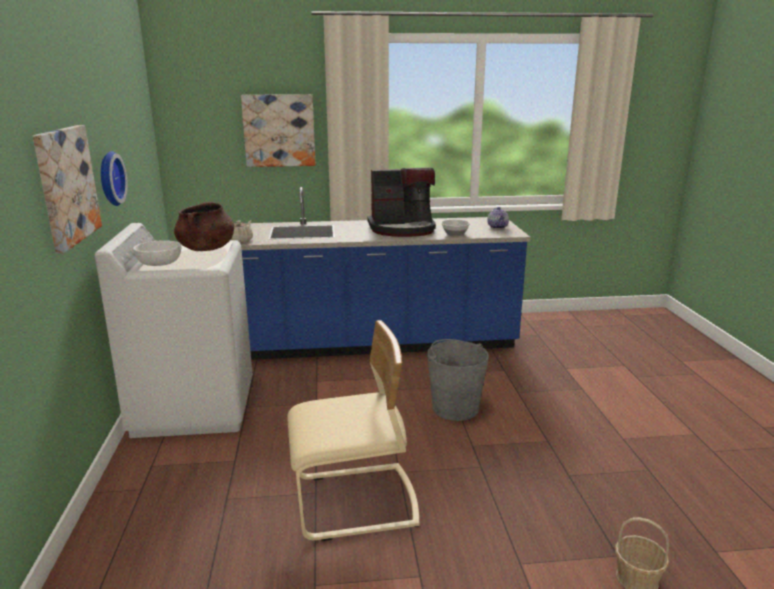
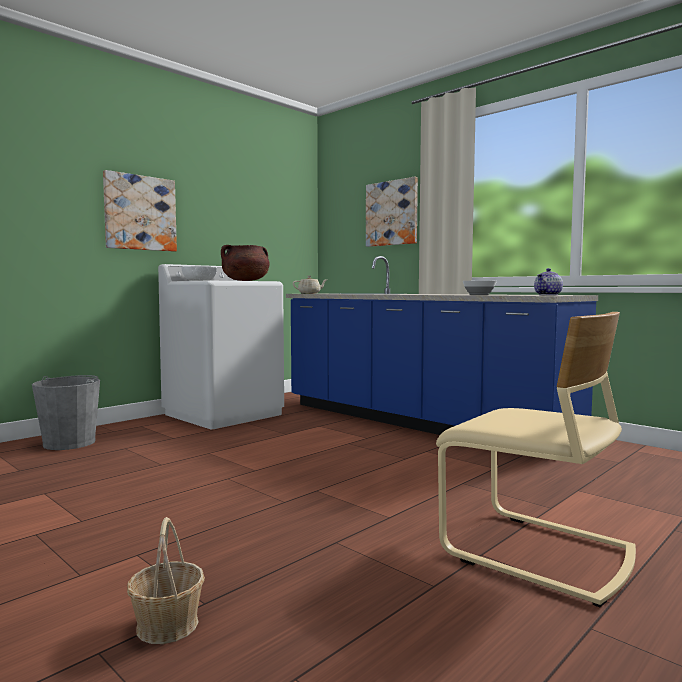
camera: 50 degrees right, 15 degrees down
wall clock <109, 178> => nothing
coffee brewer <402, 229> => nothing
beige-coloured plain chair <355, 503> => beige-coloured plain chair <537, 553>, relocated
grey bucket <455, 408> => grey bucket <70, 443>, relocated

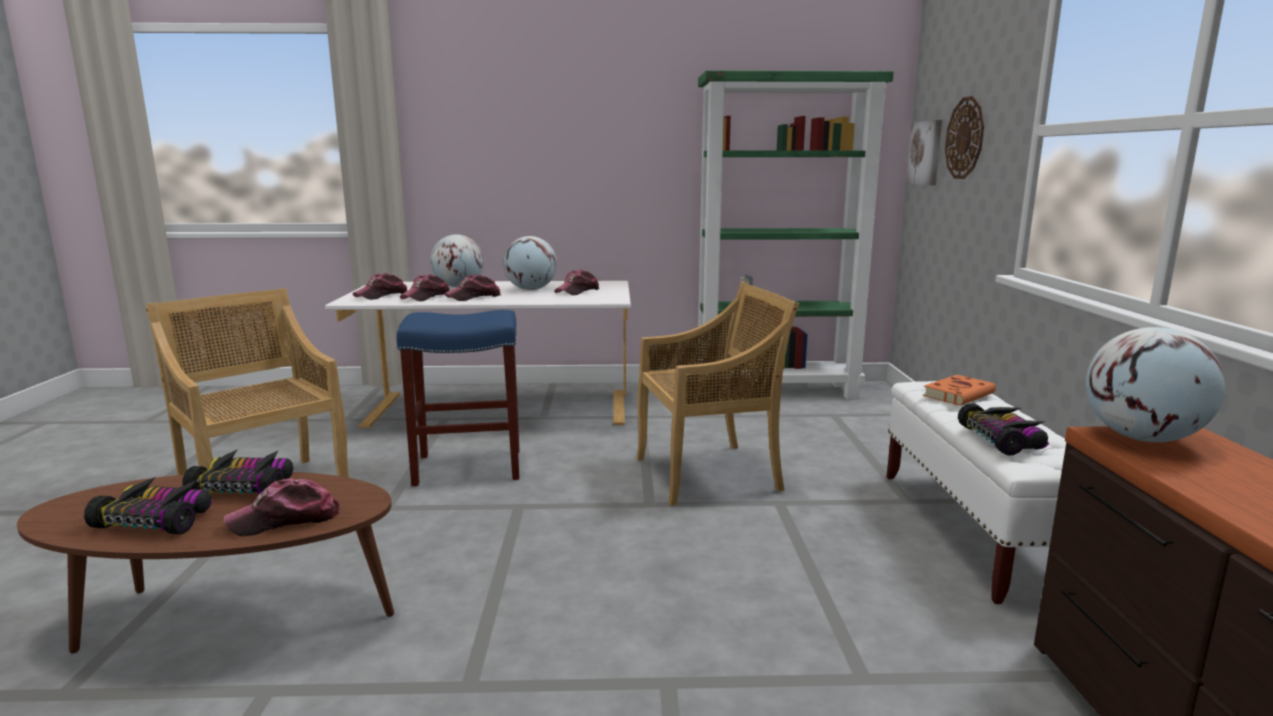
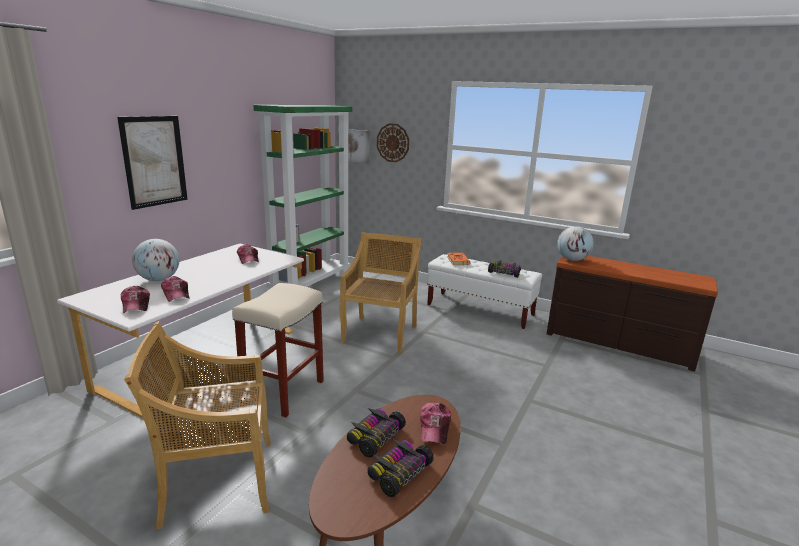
camera: 60 degrees left, 5 degrees up
world globe <531, 289> => nothing
cap <474, 297> => nothing
blue stool seat <466, 467> => beige-coloured stool seat <283, 392>
nothing => wall picture <154, 161>

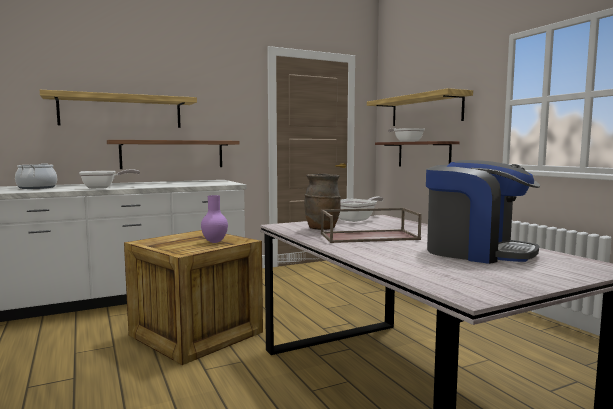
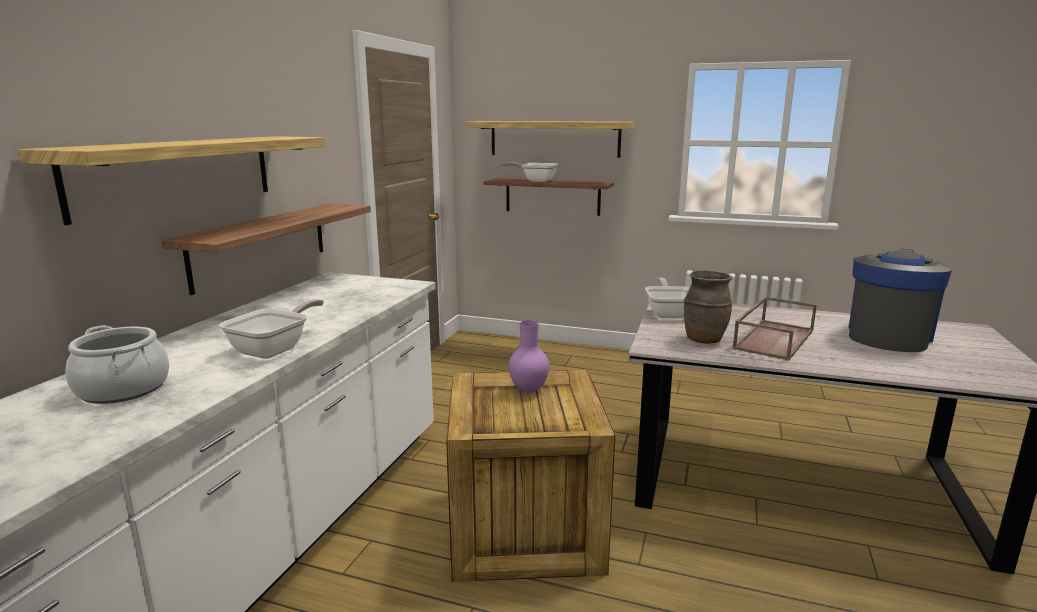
camera: 45 degrees left, 10 degrees up
coffee brewer <476, 252> => coffee brewer <888, 336>, 45 degrees counterclockwise

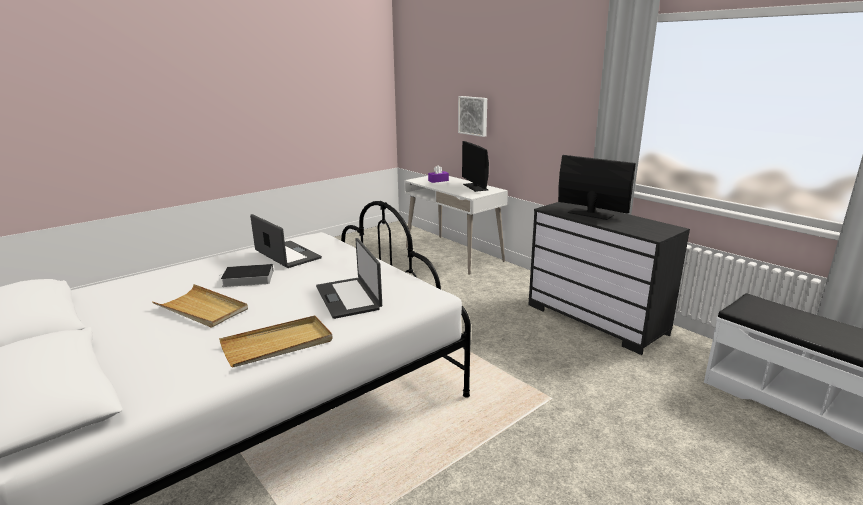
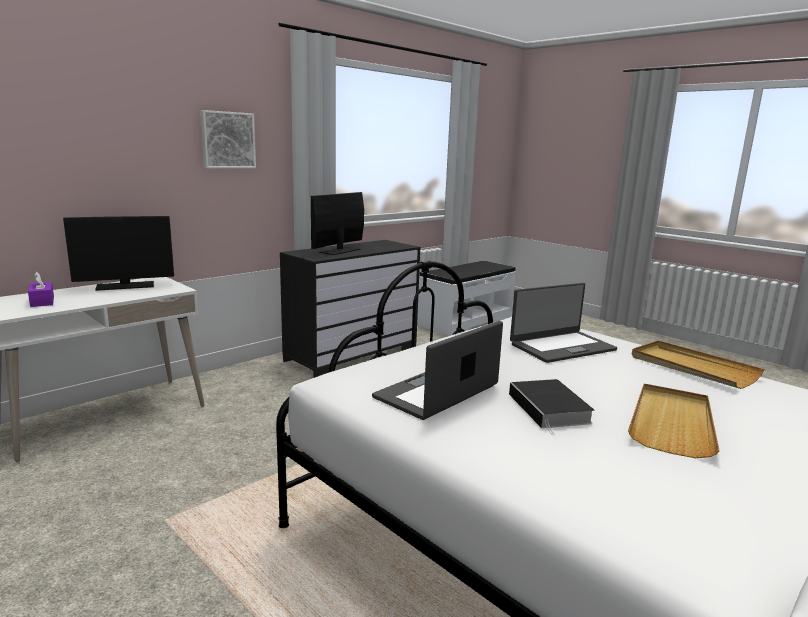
camera: 95 degrees left, 5 degrees down
wall picture <473, 115> => wall picture <227, 140>, relocated

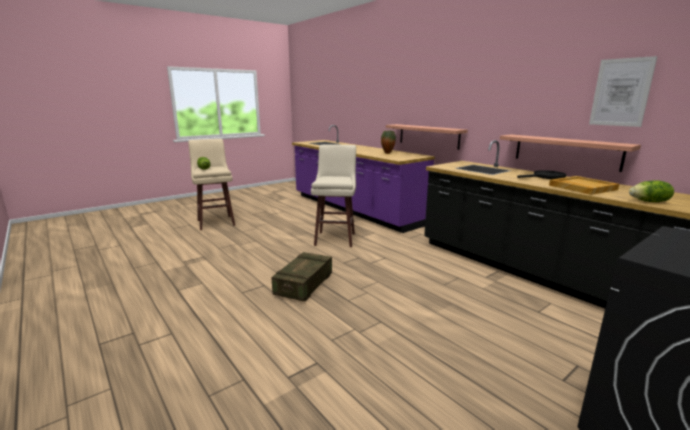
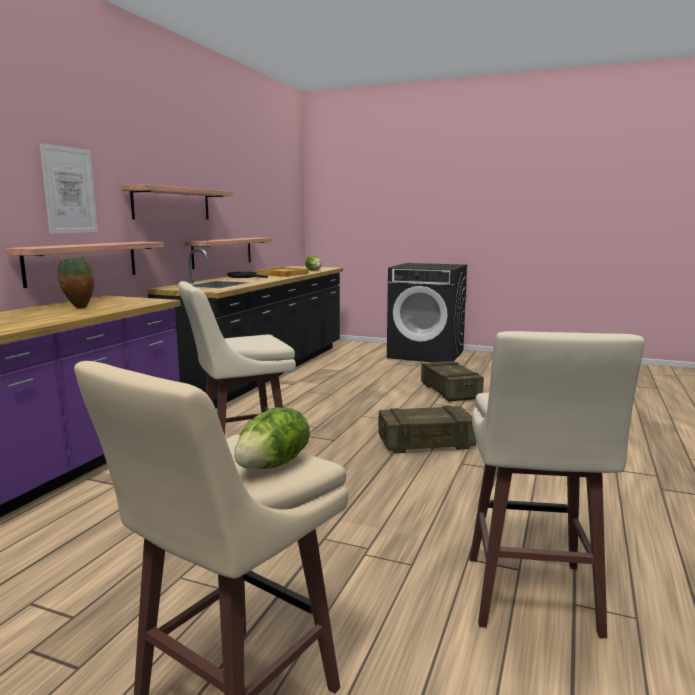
camera: 120 degrees left, 5 degrees down
wall picture <621, 92> => wall picture <69, 190>, relocated
nothing => shelf <172, 204>
nothing => beige-coloured stool seat <530, 597>
nothing => crate <450, 391>

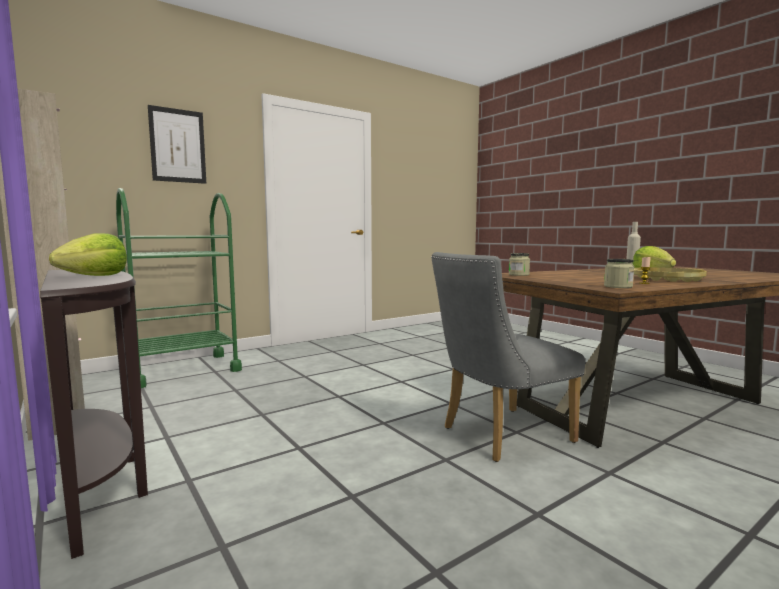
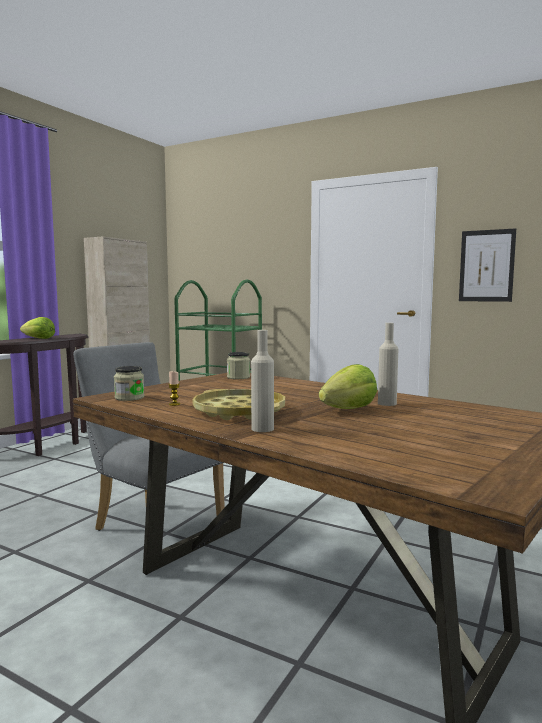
camera: 65 degrees right, 0 degrees up
wall picture <178, 146> => wall picture <486, 266>, relocated
nothing => beige-coloured bottle <262, 429>

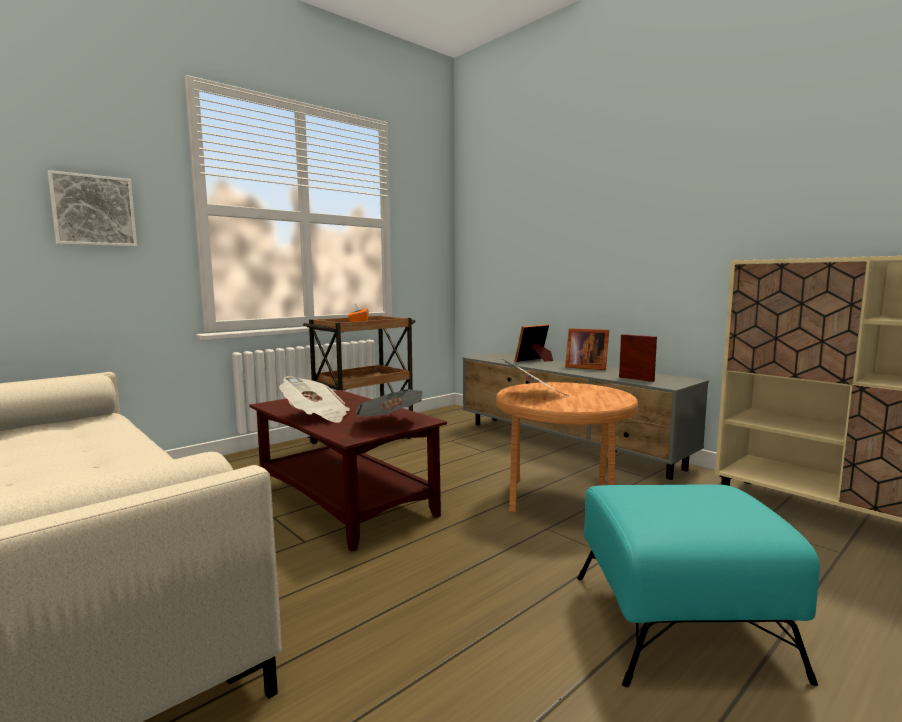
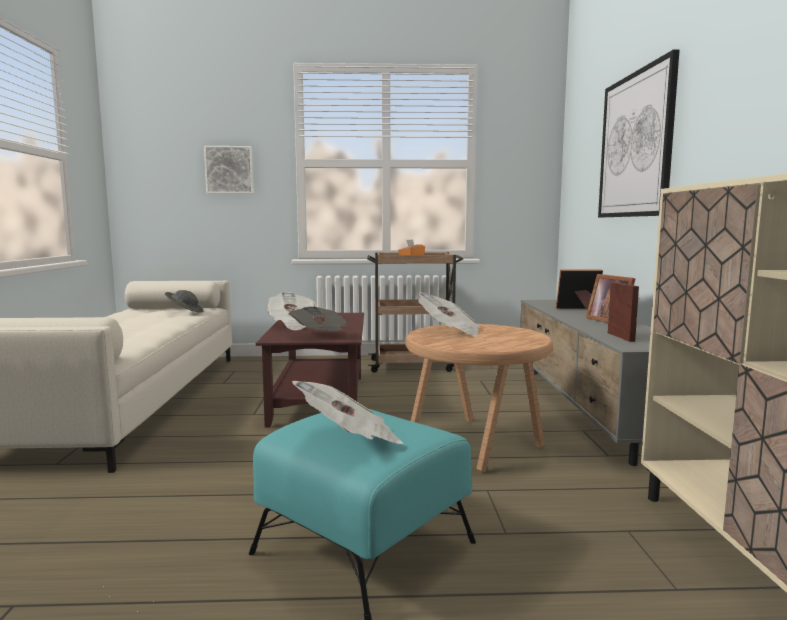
camera: 40 degrees right, 0 degrees up
nothing => wall picture <635, 145>
nothing => grey clothing hat <185, 312>
nothing => daily paper <349, 439>

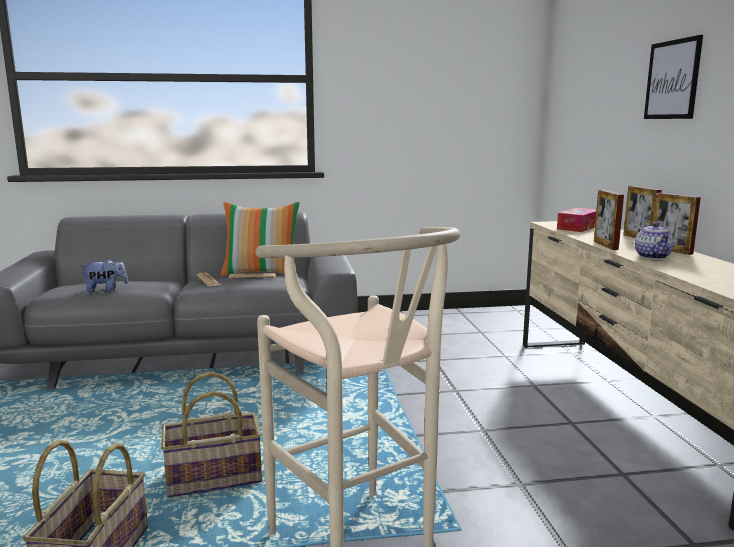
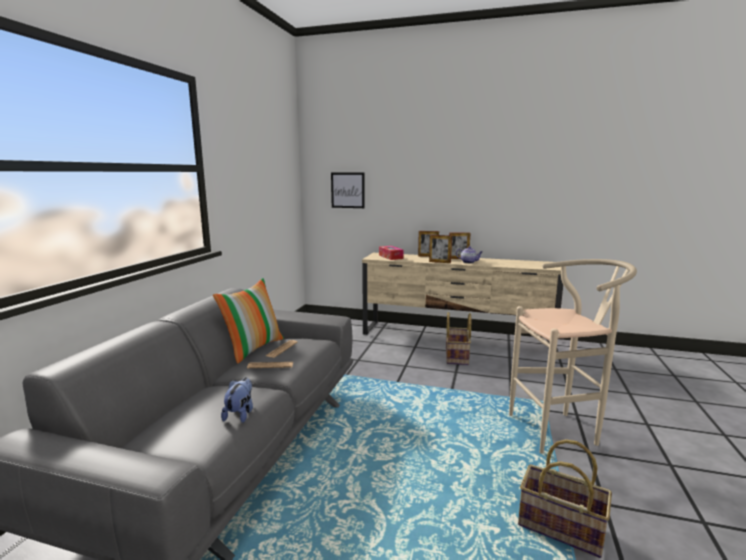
camera: 65 degrees left, 0 degrees up
wall picture <672, 80> => wall picture <348, 190>, relocated
storage basket <213, 479> => storage basket <457, 356>, relocated

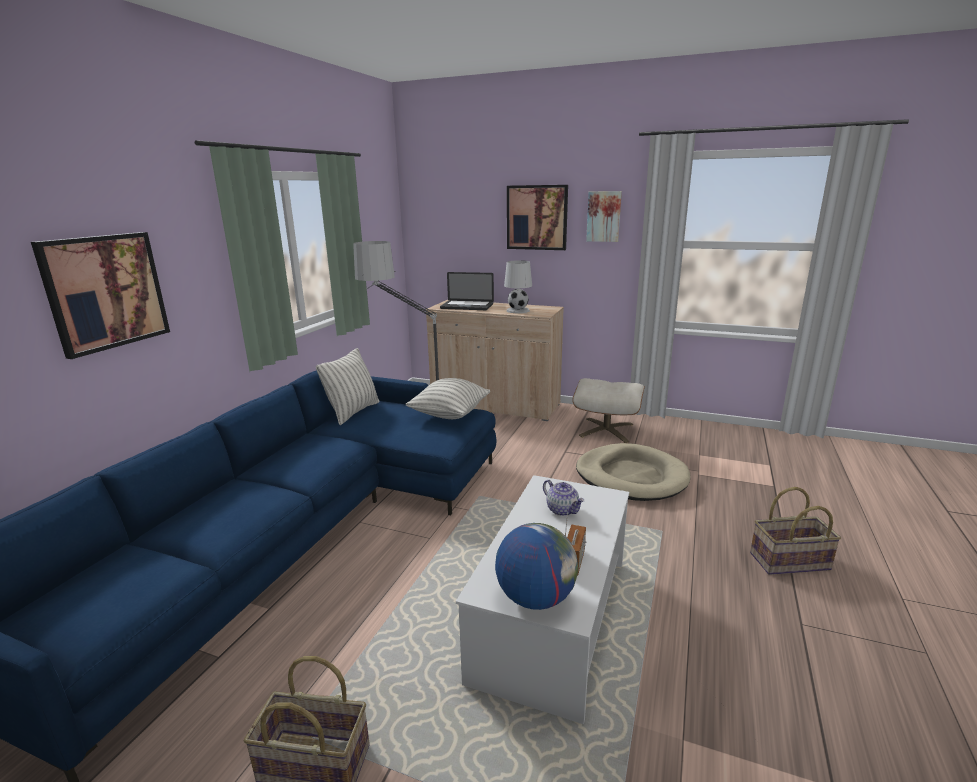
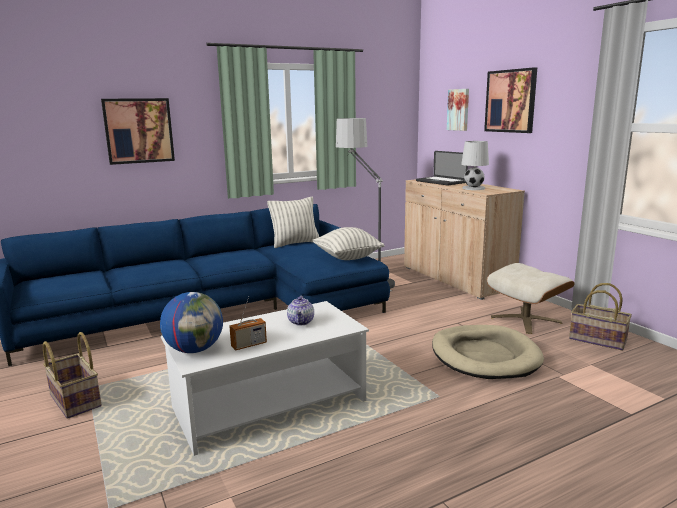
camera: 40 degrees right, 5 degrees down
wall picture <604, 216> => wall picture <459, 109>, relocated
storage basket <789, 562> => storage basket <597, 340>, relocated

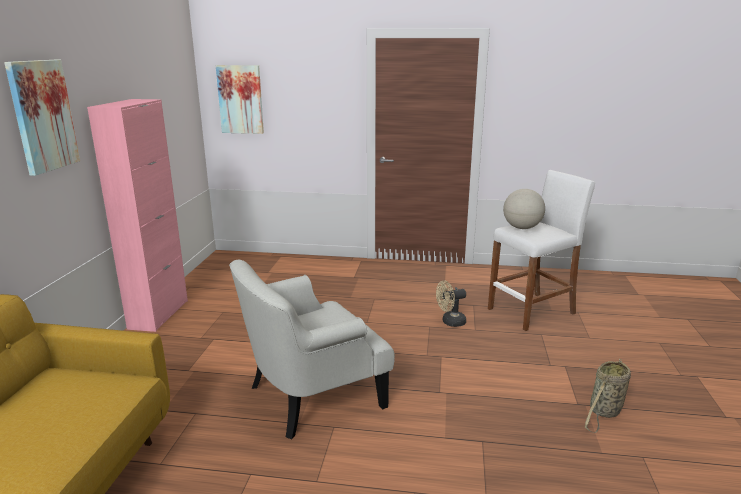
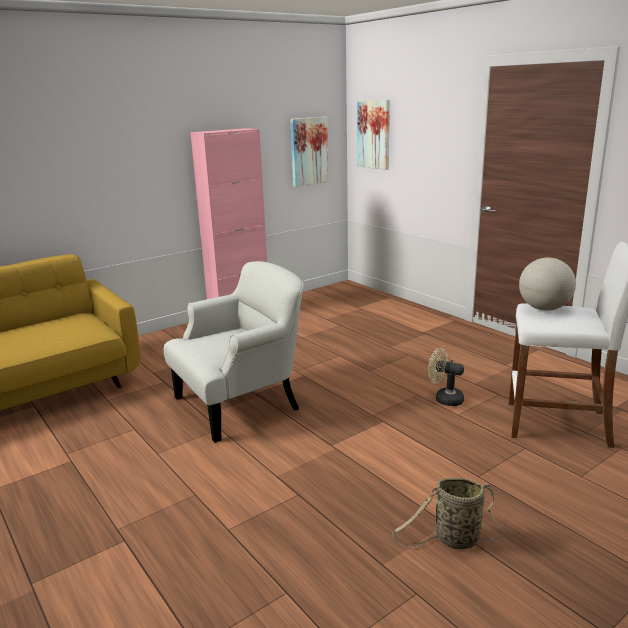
camera: 45 degrees right, 0 degrees up
wall picture <42, 116> => wall picture <308, 151>, relocated
white easy chair <312, 395> => white easy chair <241, 403>, 135 degrees clockwise

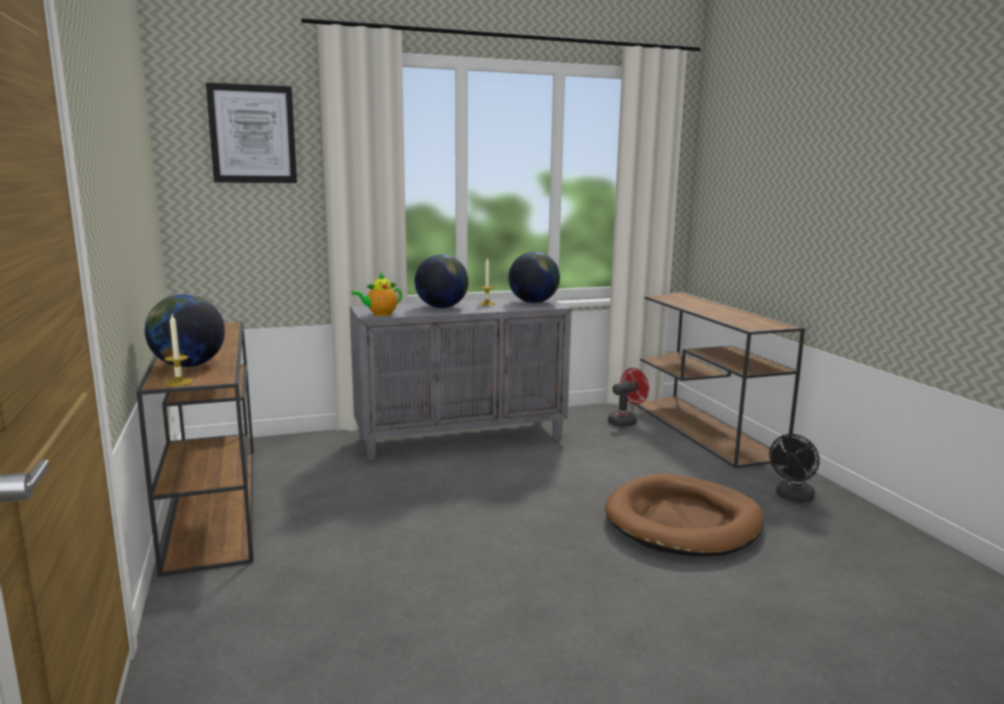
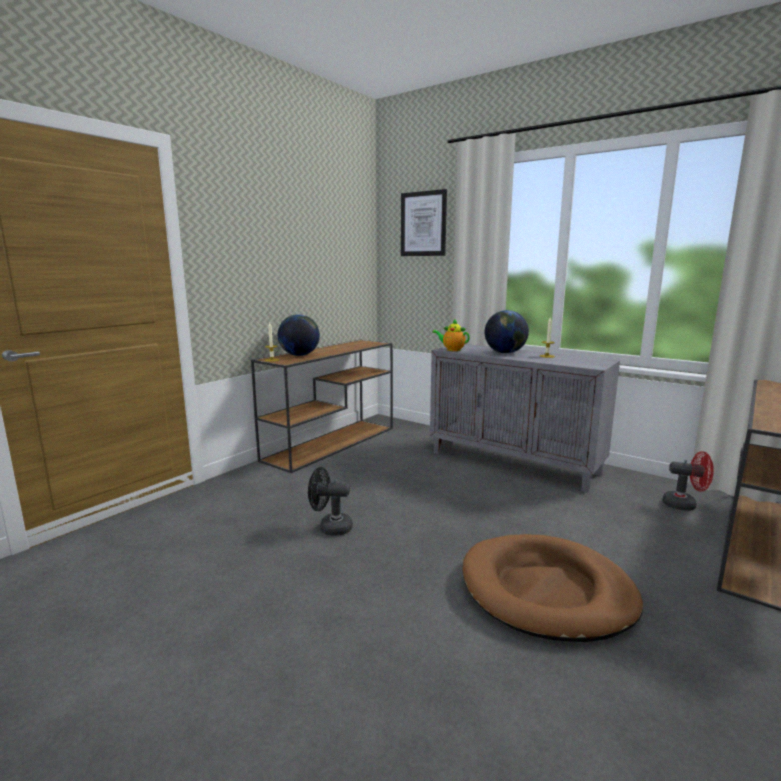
camera: 55 degrees right, 0 degrees up
world globe <533, 302> => nothing
black-coloured cooling fan <792, 497> => black-coloured cooling fan <330, 527>, relocated

